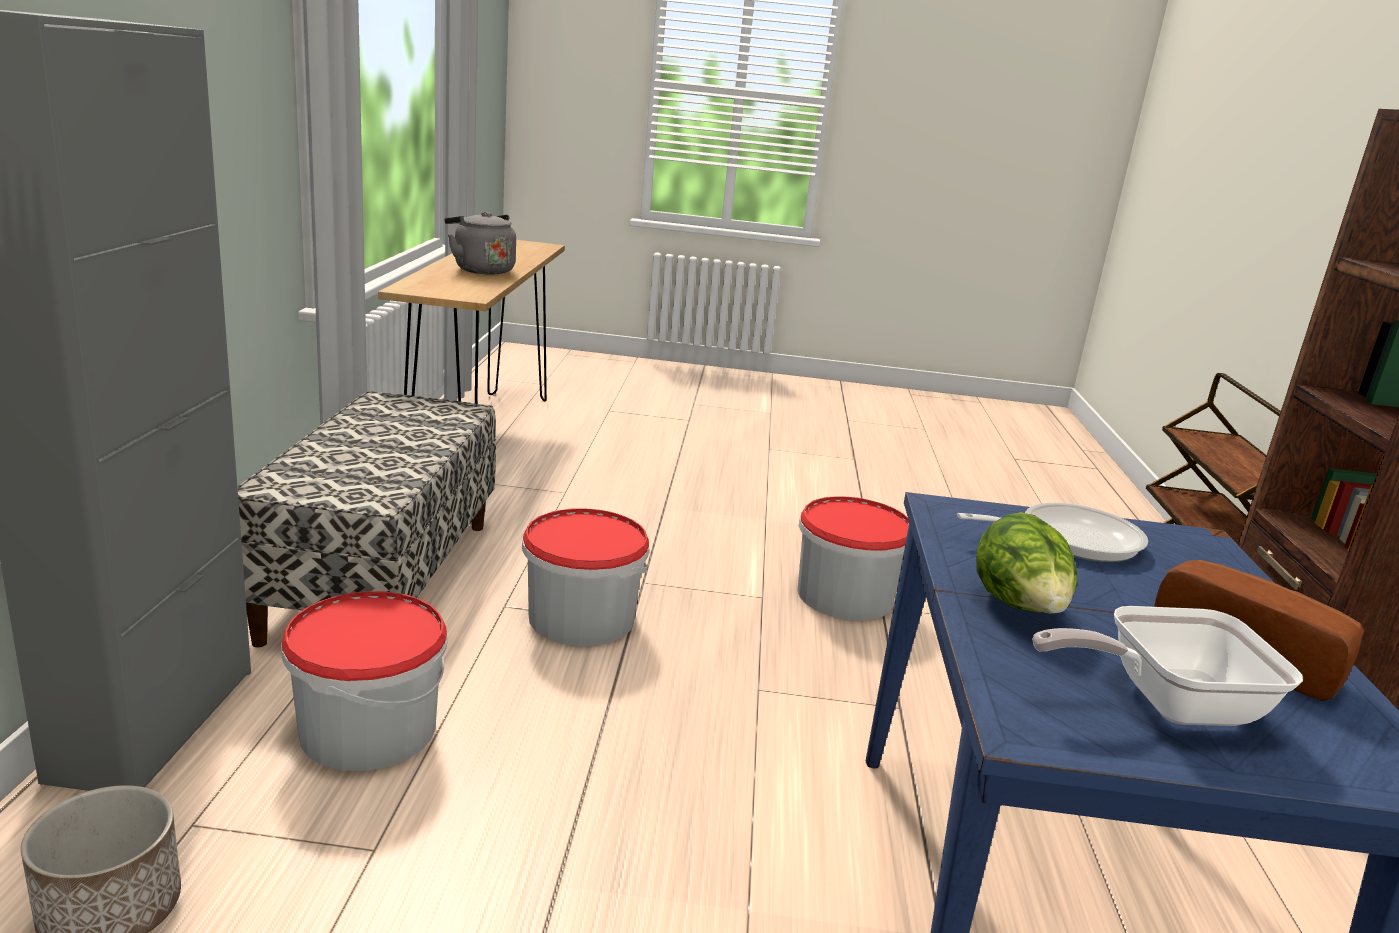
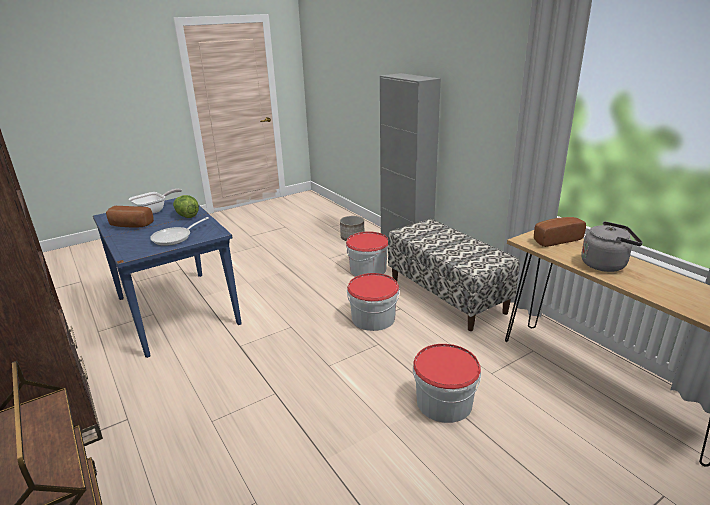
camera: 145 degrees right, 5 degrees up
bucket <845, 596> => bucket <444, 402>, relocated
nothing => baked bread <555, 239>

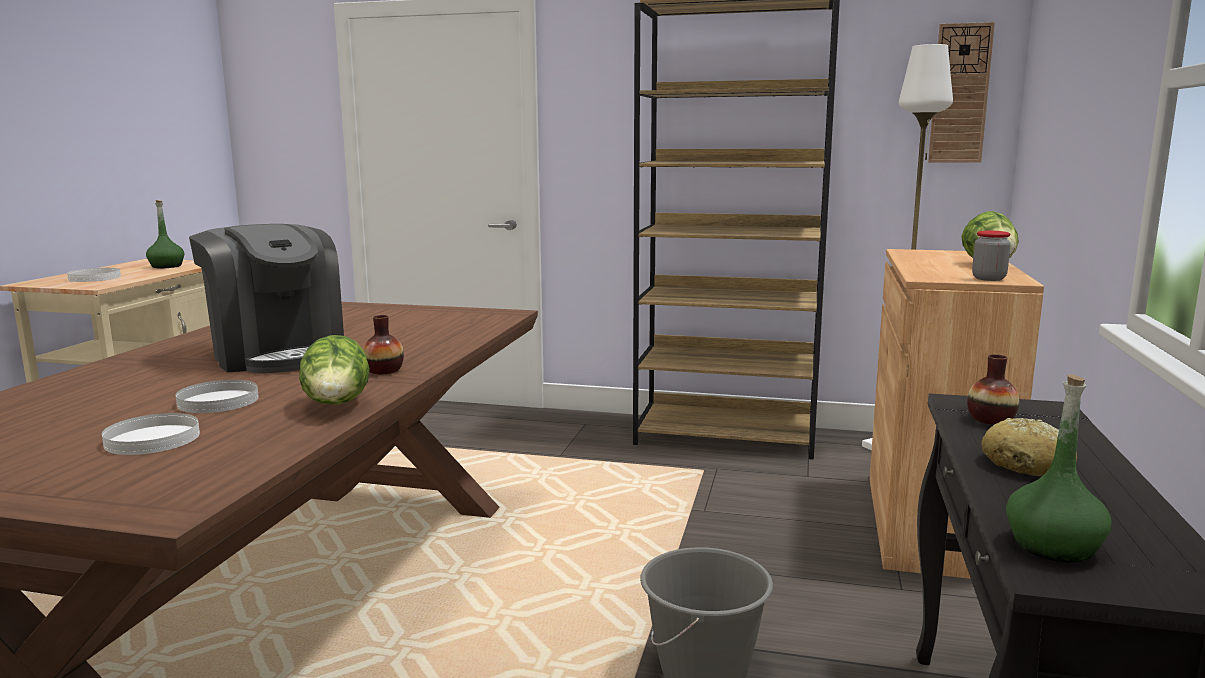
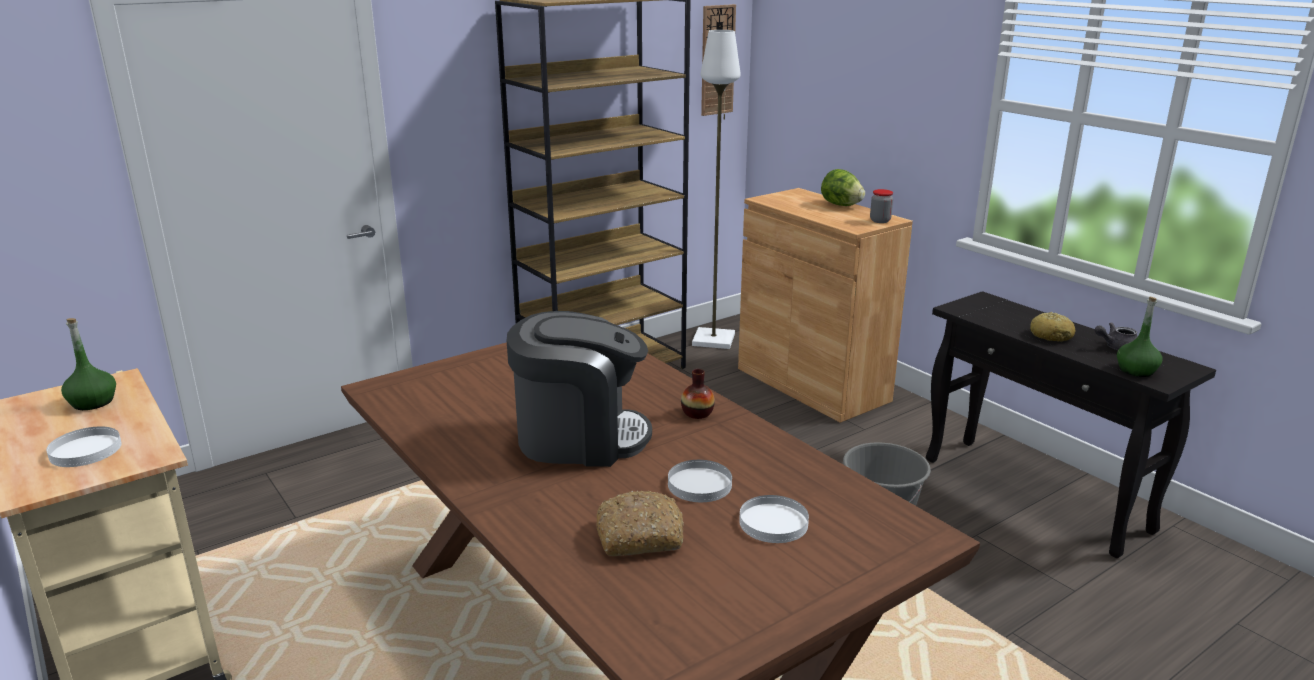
camera: 50 degrees left, 10 degrees up
lettuce <337, 406> => nothing
vase <990, 419> => nothing
nothing => grey tea pot <1116, 347>
nothing => baked bread <641, 535>

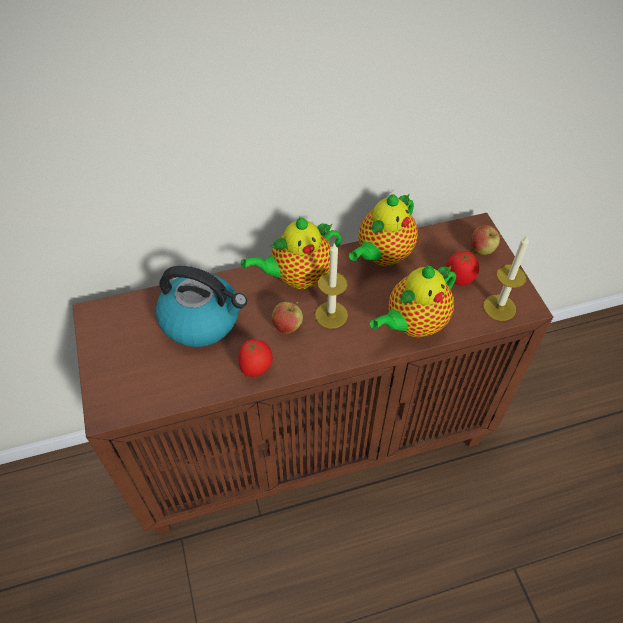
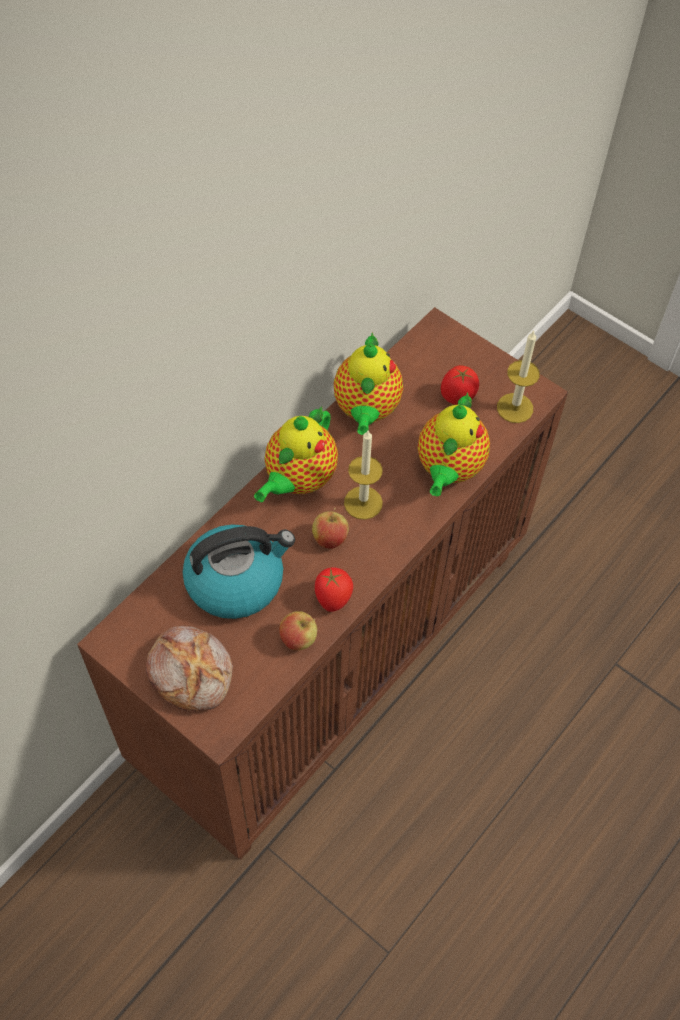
camera: 35 degrees left, 5 degrees up
apple <481, 250> => apple <298, 640>, relocated
nothing => baked bread <192, 672>

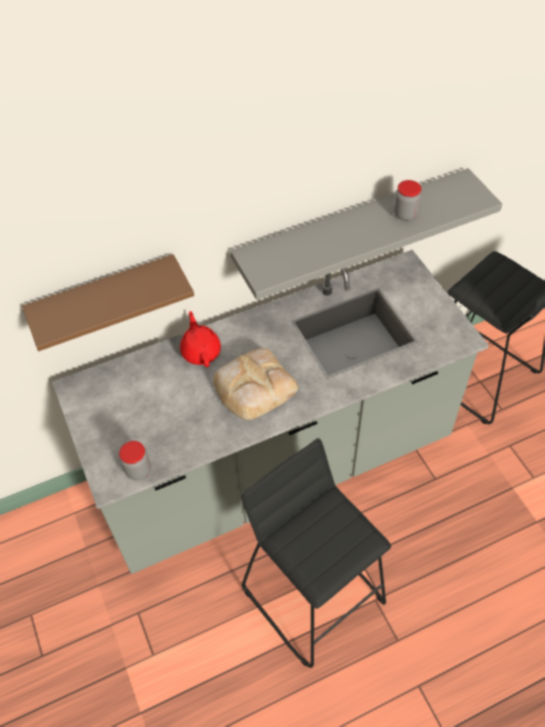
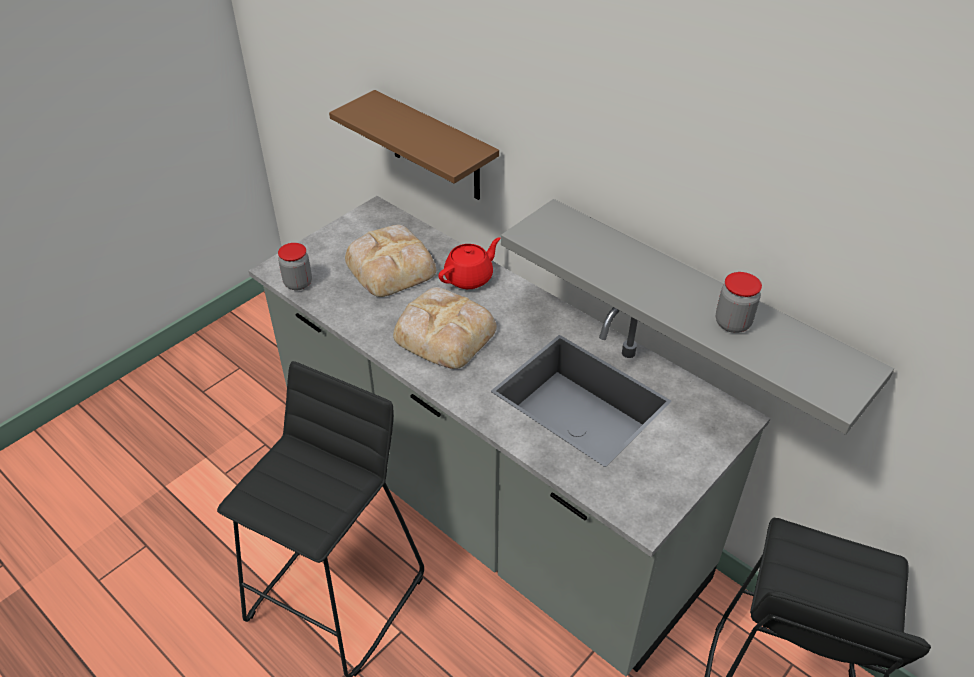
camera: 65 degrees right, 10 degrees down
nothing => baked bread <391, 265>

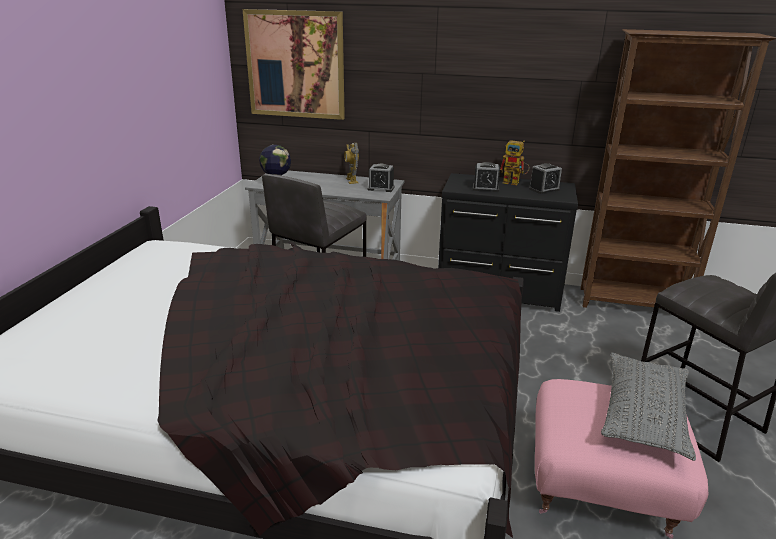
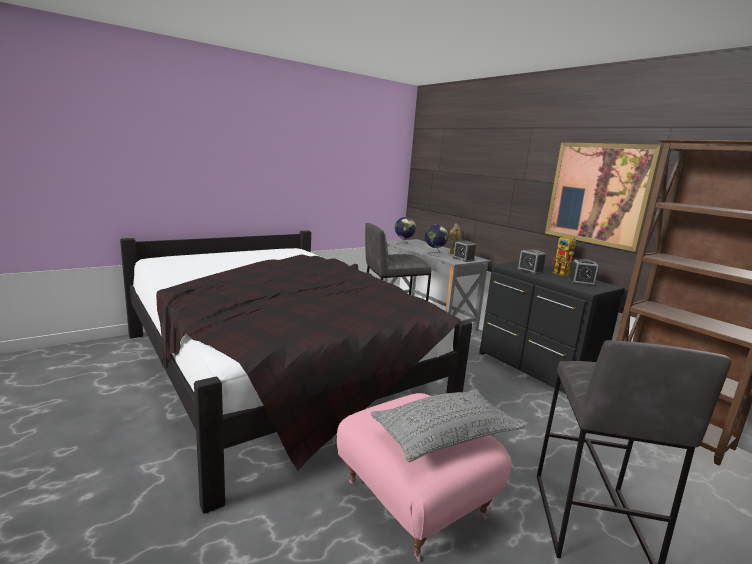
camera: 40 degrees right, 10 degrees down
wall picture <295, 65> => wall picture <598, 194>, relocated
nothing => world globe <434, 254>

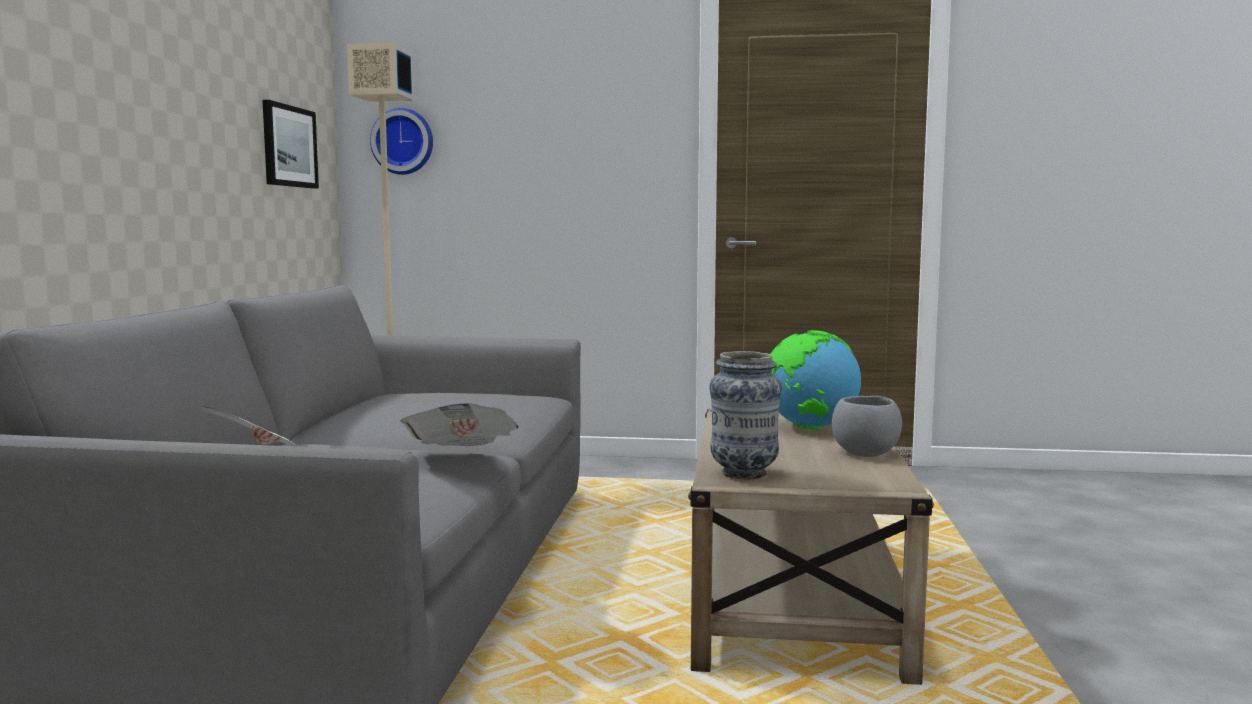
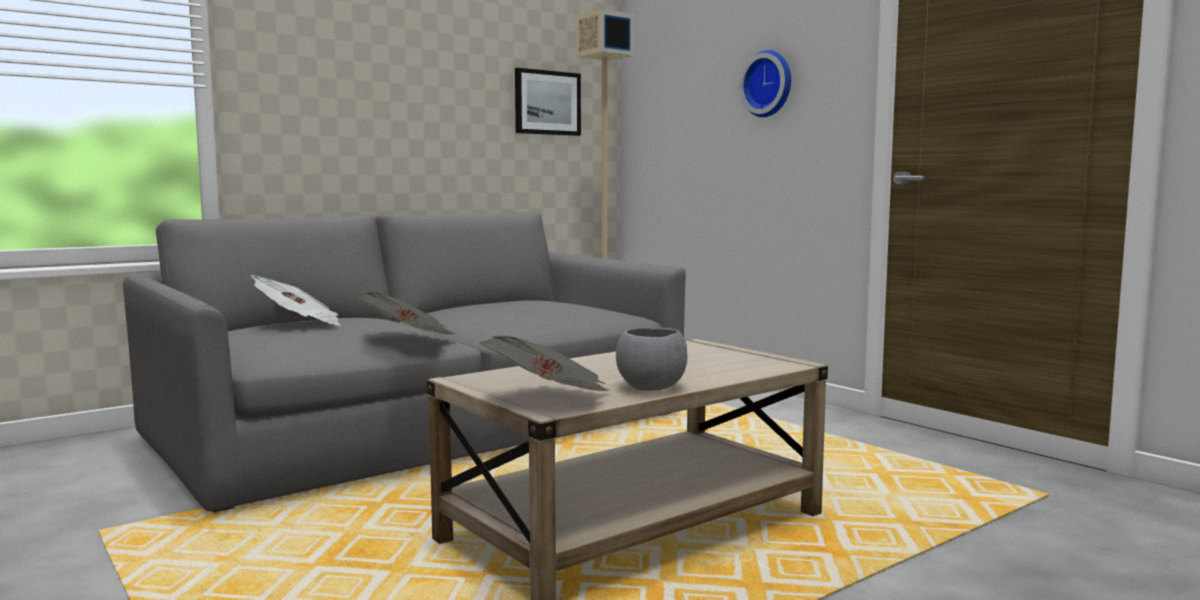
camera: 45 degrees right, 0 degrees up
wall clock <403, 141> => wall clock <769, 84>, relocated
world globe <809, 428> => nothing
vase <744, 474> => nothing
nothing => daily paper <550, 400>

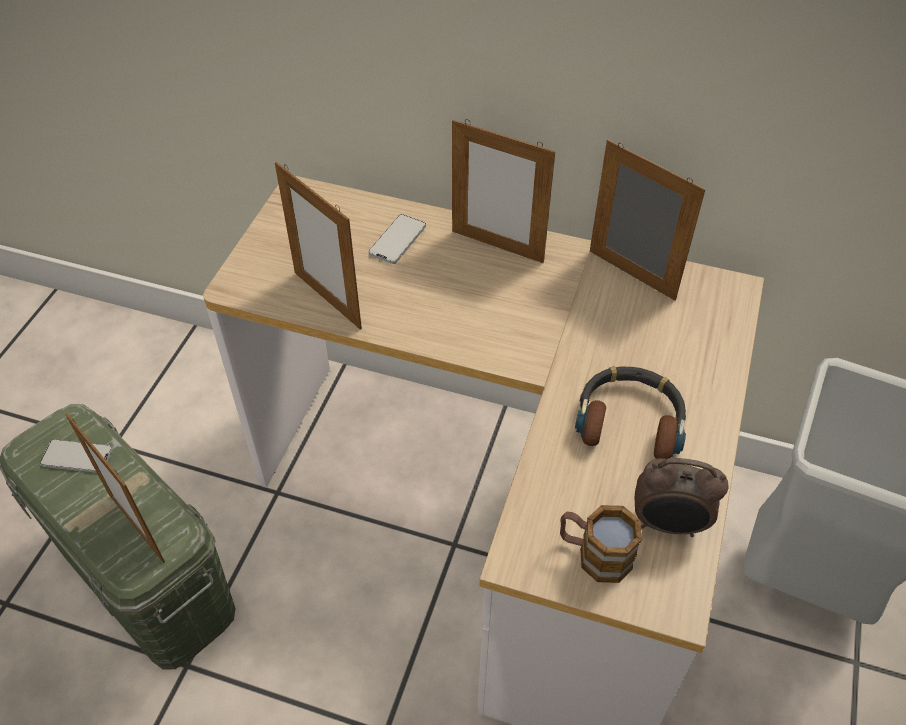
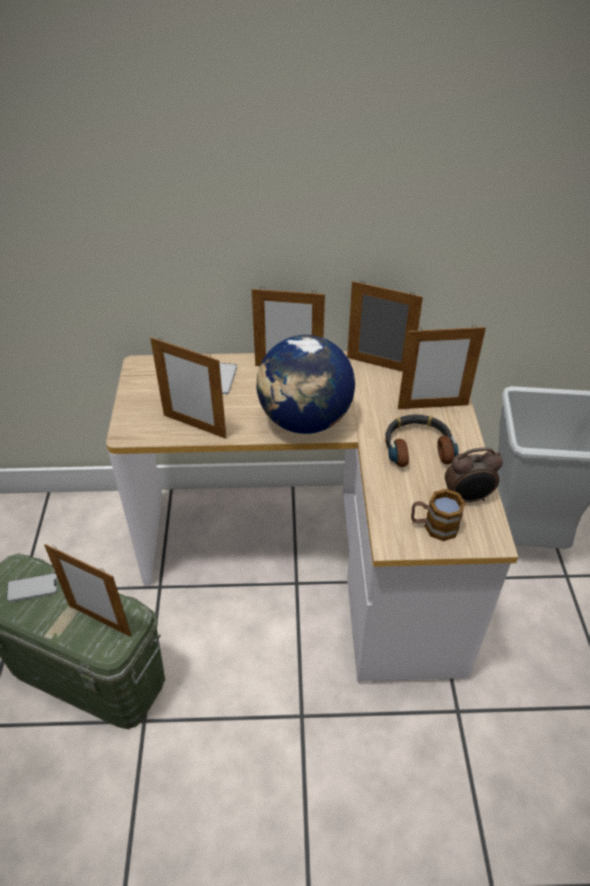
camera: 20 degrees left, 5 degrees down
nothing => picture frame <432, 406>
nothing => world globe <305, 420>

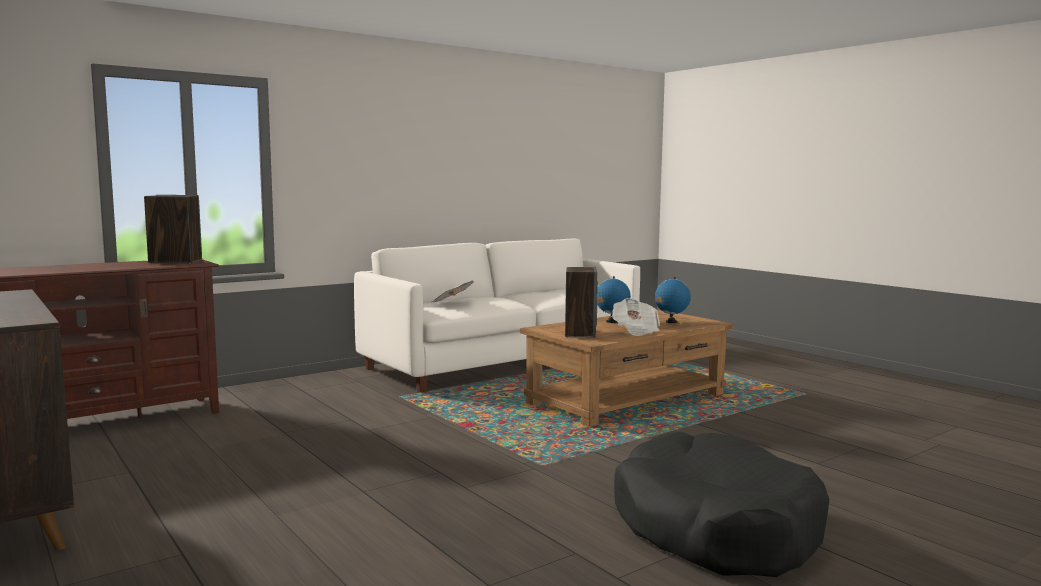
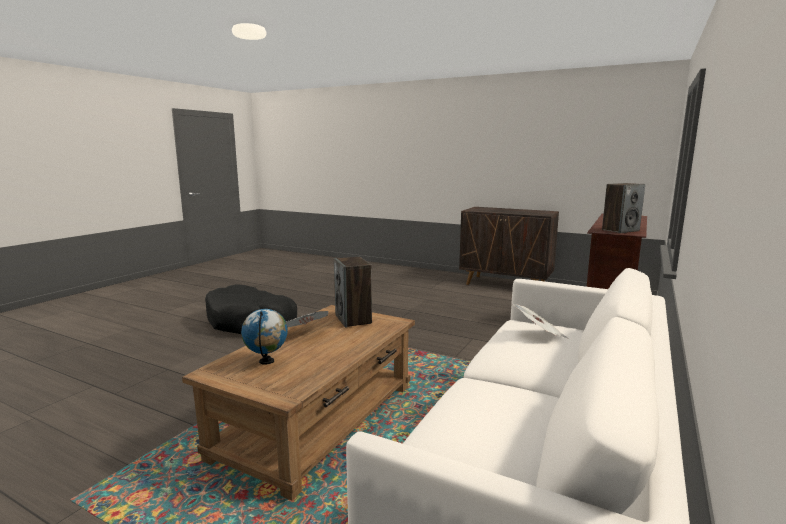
camera: 155 degrees right, 5 degrees up
world globe <611, 322> => nothing

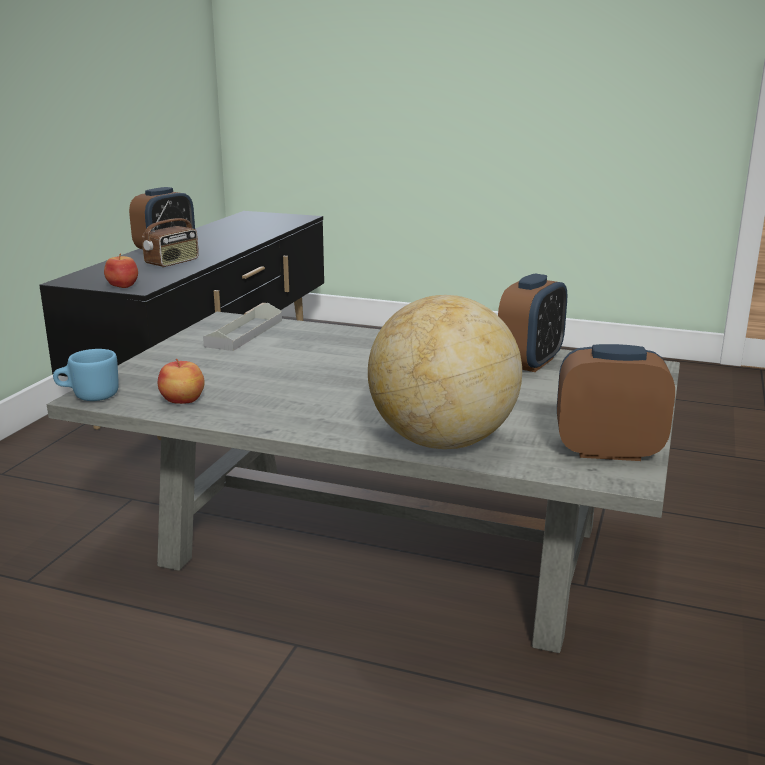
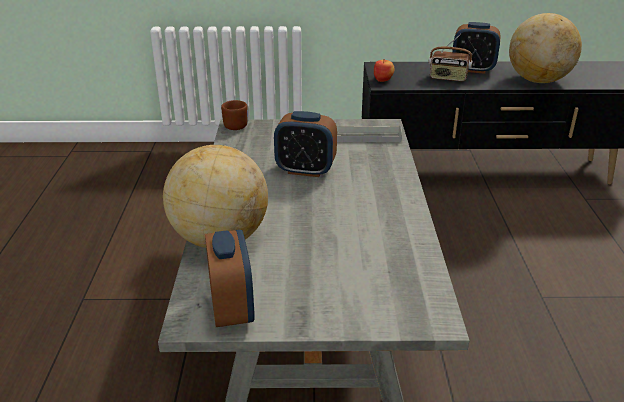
camera: 70 degrees right, 10 degrees up
table clock <530, 362> => table clock <305, 170>, relocated
blue coffee mug <89, 396> => brown coffee mug <234, 125>
apple <182, 401> => nothing
nothing => world globe <538, 81>

